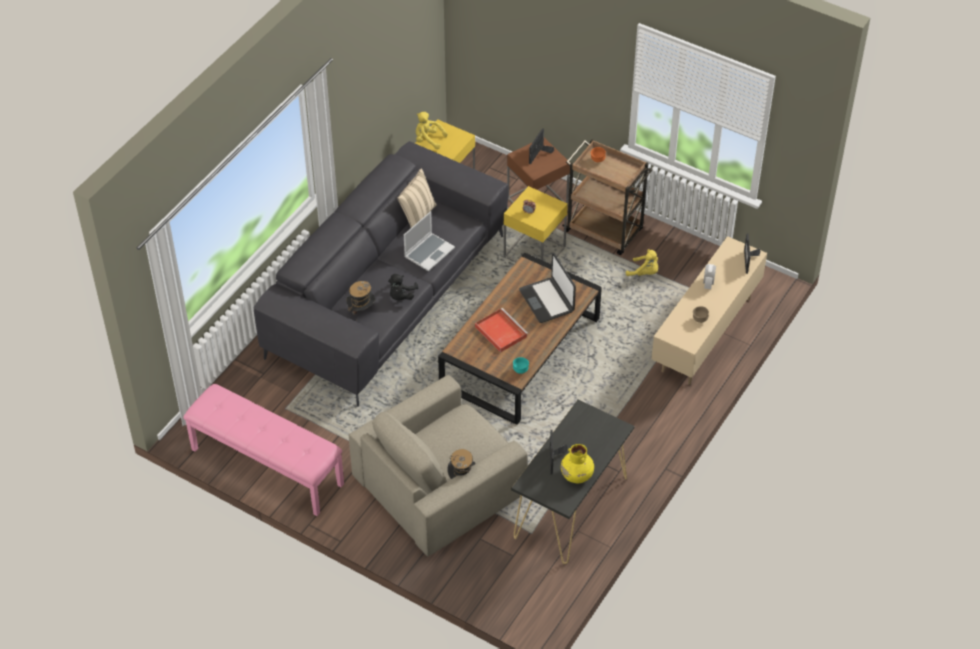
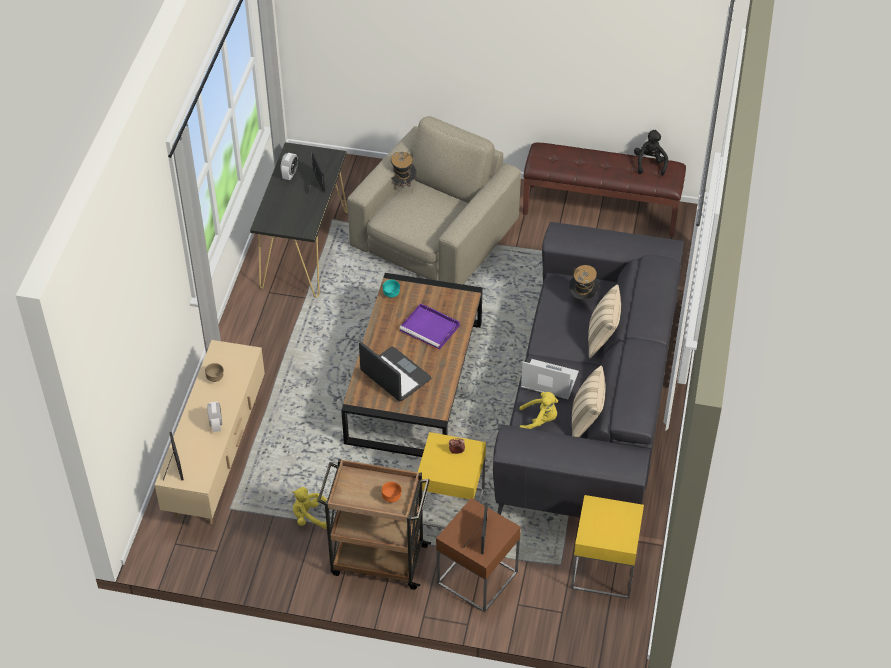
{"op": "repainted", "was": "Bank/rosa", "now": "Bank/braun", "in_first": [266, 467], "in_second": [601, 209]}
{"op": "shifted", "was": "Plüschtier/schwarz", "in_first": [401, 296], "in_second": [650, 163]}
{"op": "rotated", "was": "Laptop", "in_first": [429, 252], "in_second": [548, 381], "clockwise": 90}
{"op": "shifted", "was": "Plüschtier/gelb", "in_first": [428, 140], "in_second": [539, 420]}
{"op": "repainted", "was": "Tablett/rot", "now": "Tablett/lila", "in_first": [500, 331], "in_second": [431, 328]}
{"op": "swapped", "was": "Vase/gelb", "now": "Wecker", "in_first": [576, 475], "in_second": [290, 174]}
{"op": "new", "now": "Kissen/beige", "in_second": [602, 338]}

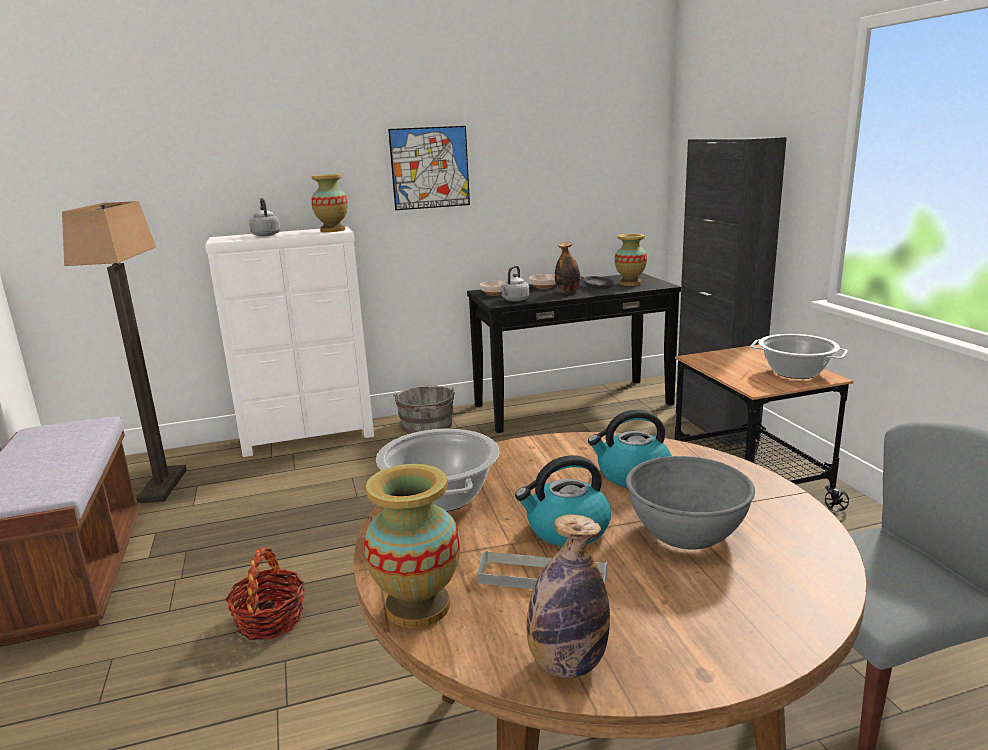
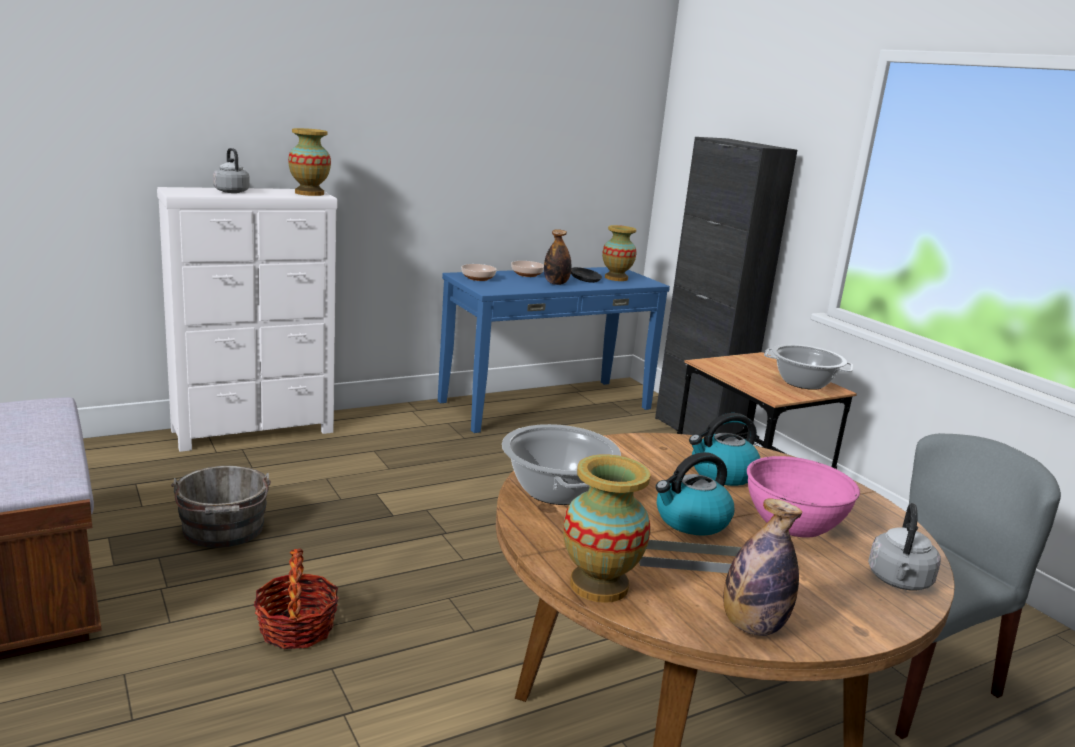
{"op": "gone", "was": "Stehlampe", "in_first": [163, 486]}
{"op": "gone", "was": "Bild", "in_first": [430, 168]}
{"op": "shifted", "was": "Eimer/grau", "in_first": [427, 426], "in_second": [223, 531]}
{"op": "repainted", "was": "Konsolentisch/schwarz", "now": "Konsolentisch/blau", "in_first": [572, 404], "in_second": [545, 405]}
{"op": "shifted", "was": "Wasserkessel/grau", "in_first": [514, 300], "in_second": [899, 581]}
{"op": "repainted", "was": "Schüssel/grau", "now": "Schüssel/rosa", "in_first": [686, 531], "in_second": [793, 523]}

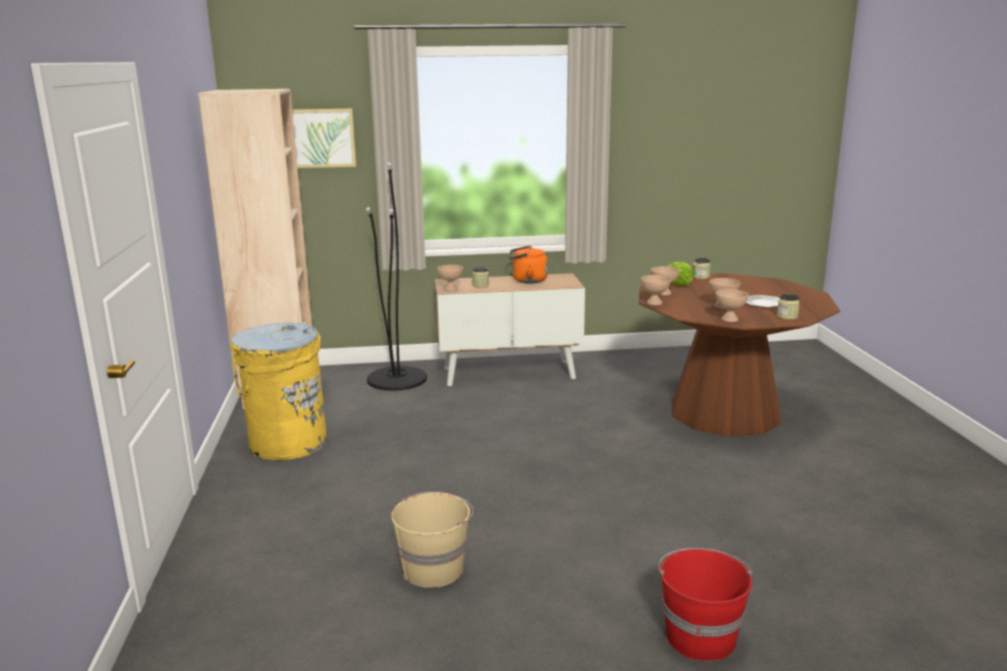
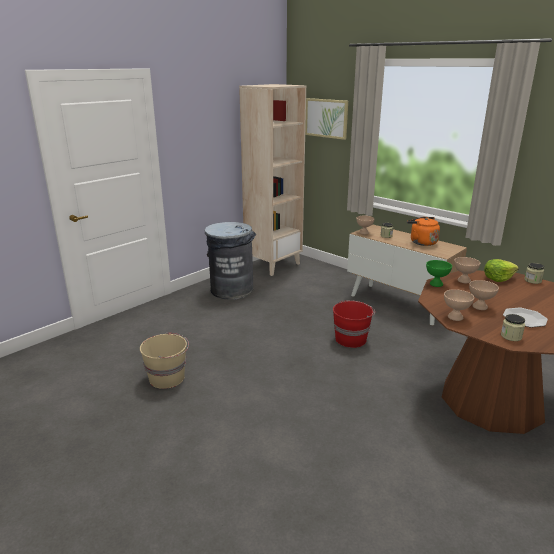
{"op": "repainted", "was": "Mülleimer/gelb", "now": "Mülleimer/grau", "in_first": [287, 443], "in_second": [232, 290]}
{"op": "gone", "was": "Stehlampe/schwarz", "in_first": [397, 379]}
{"op": "repainted", "was": "Schüssel/beige", "now": "Schüssel/grün", "in_first": [655, 303], "in_second": [436, 284]}
{"op": "shifted", "was": "Eimer/rot", "in_first": [699, 636], "in_second": [351, 339]}

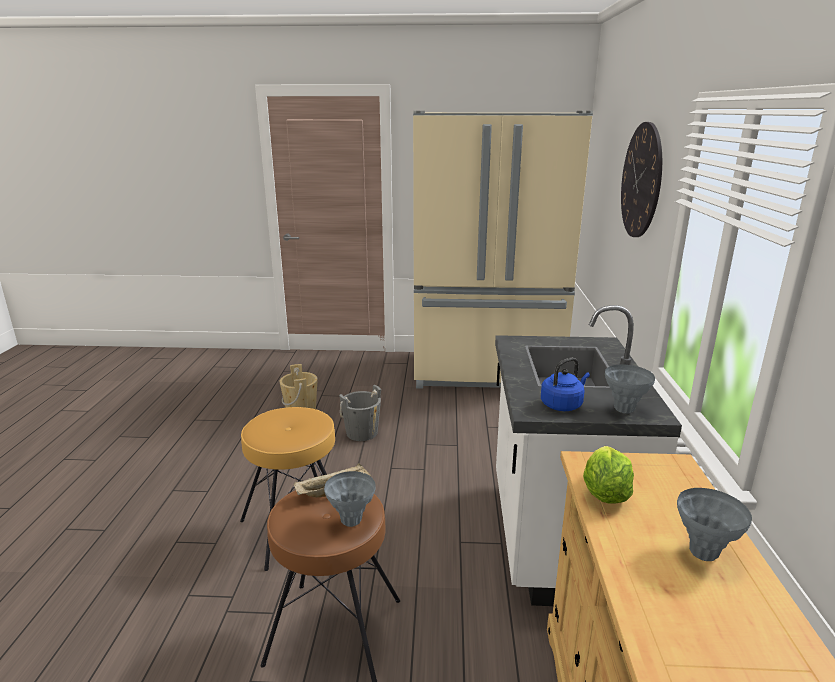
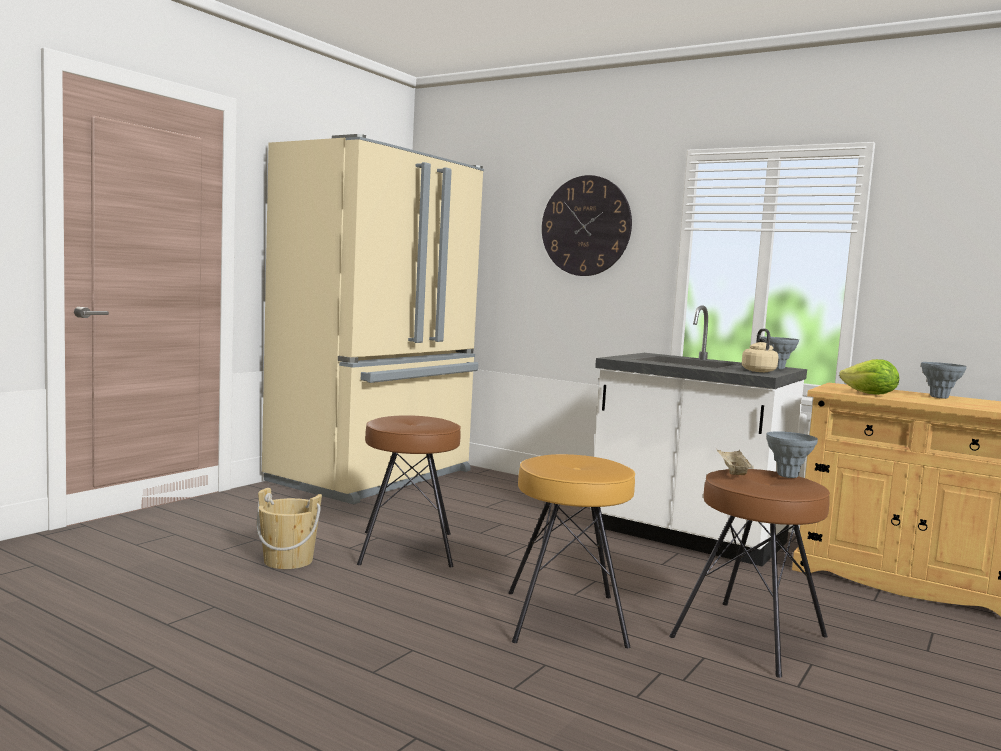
{"op": "swapped", "was": "Eimer/grau", "now": "Hocker/braun", "in_first": [362, 433], "in_second": [407, 548]}
{"op": "repainted", "was": "Wasserkessel/blau", "now": "Wasserkessel/beige", "in_first": [563, 404], "in_second": [758, 371]}

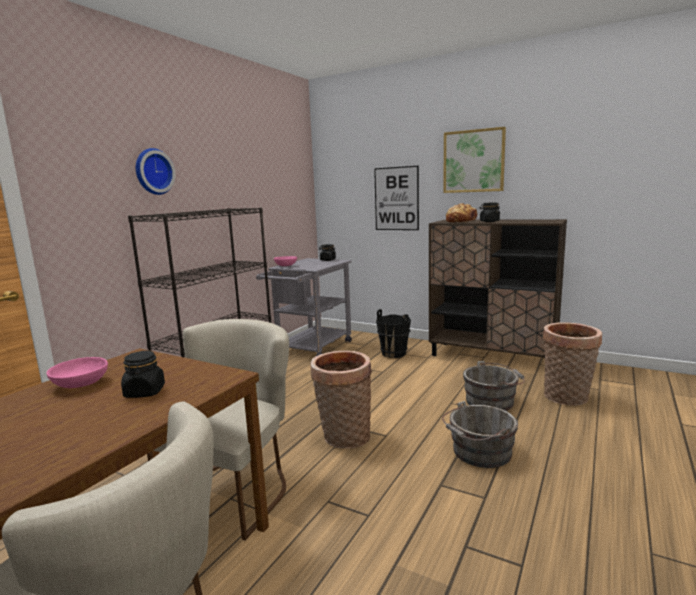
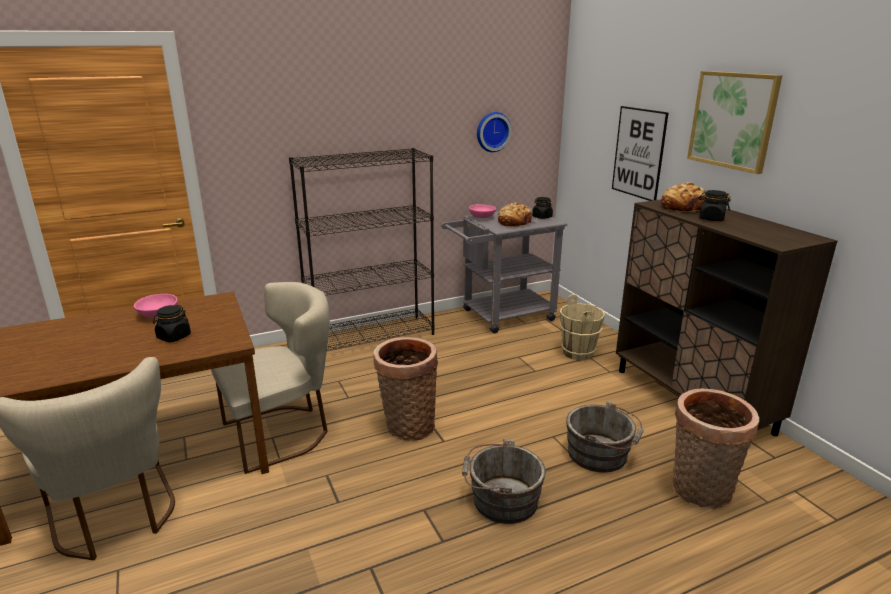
{"op": "shifted", "was": "Wanduhr", "in_first": [153, 172], "in_second": [492, 131]}
{"op": "repainted", "was": "Eimer/schwarz", "now": "Eimer/beige", "in_first": [394, 353], "in_second": [578, 353]}
{"op": "new", "now": "Brot", "in_second": [514, 222]}

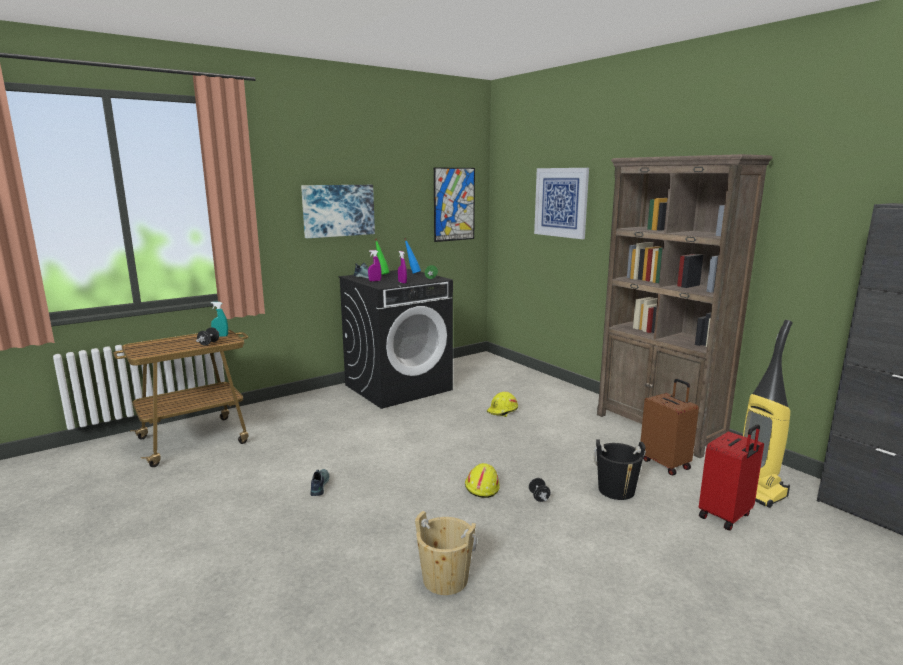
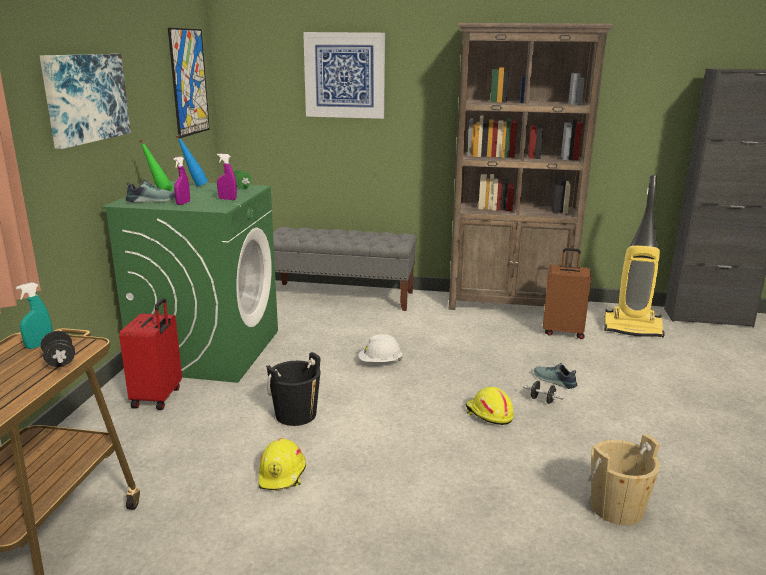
{"op": "shifted", "was": "Schuh", "in_first": [318, 486], "in_second": [554, 381]}
{"op": "repainted", "was": "Waschmaschine/schwarz", "now": "Waschmaschine/grün", "in_first": [398, 387], "in_second": [208, 350]}
{"op": "shifted", "was": "Schutzhelm/gelb", "in_first": [503, 411], "in_second": [282, 474]}
{"op": "shifted", "was": "Eimer/schwarz", "in_first": [616, 490], "in_second": [296, 415]}
{"op": "shifted", "was": "Koffer/rot", "in_first": [726, 516], "in_second": [158, 397]}
{"op": "new", "now": "Bank/grau", "in_second": [342, 296]}
{"op": "new", "now": "Schutzhelm/weiß", "in_second": [380, 363]}

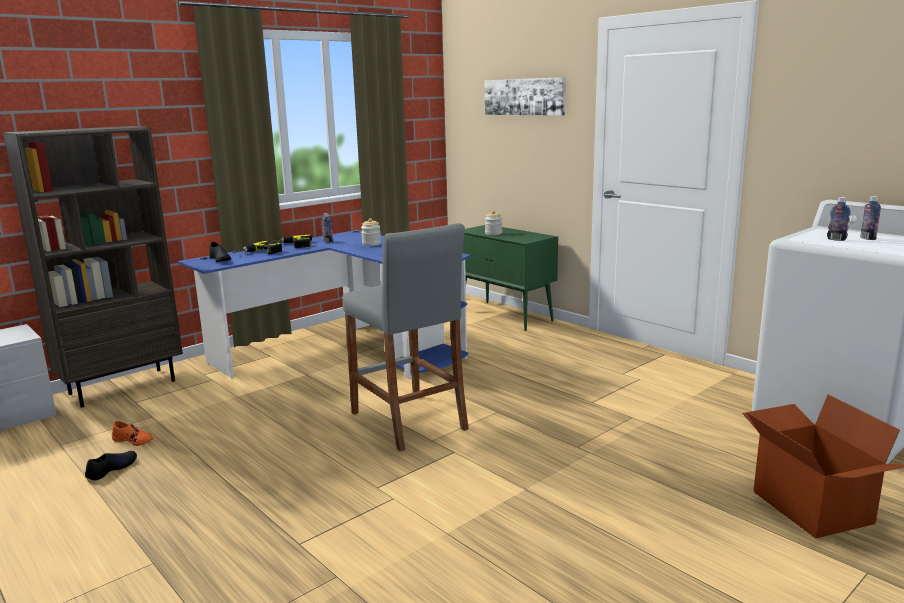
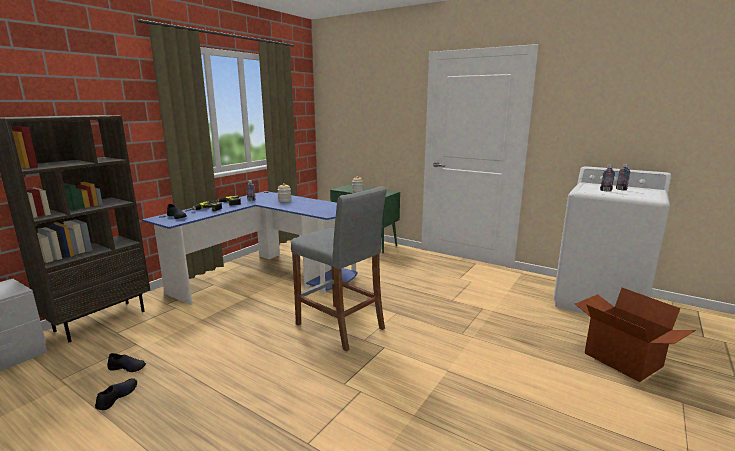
{"op": "repainted", "was": "Schuh/orange", "now": "Schuh/schwarz", "in_first": [134, 440], "in_second": [128, 367]}
{"op": "gone", "was": "Bild", "in_first": [524, 97]}

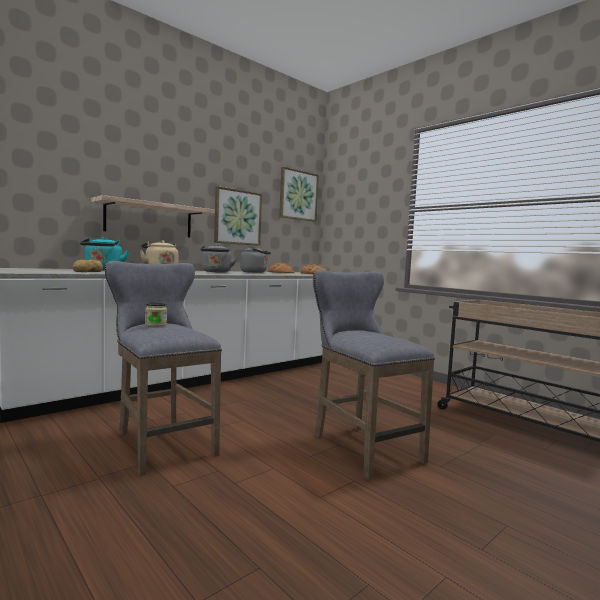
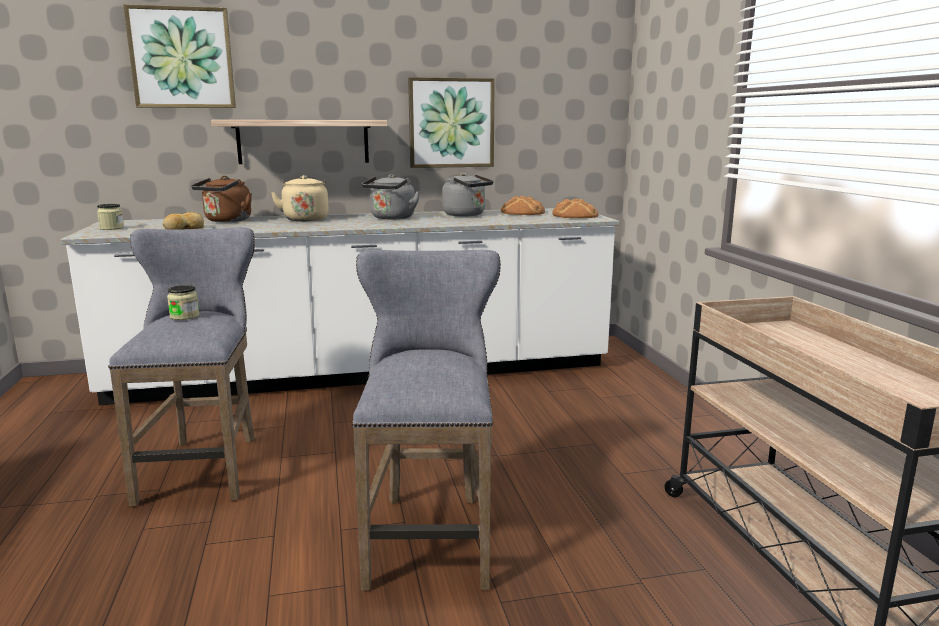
{"op": "repainted", "was": "Wasserkessel/türkis", "now": "Wasserkessel/braun", "in_first": [103, 270], "in_second": [226, 221]}
{"op": "shifted", "was": "Bild", "in_first": [298, 195], "in_second": [182, 58]}
{"op": "new", "now": "Vorratsglas", "in_second": [112, 228]}

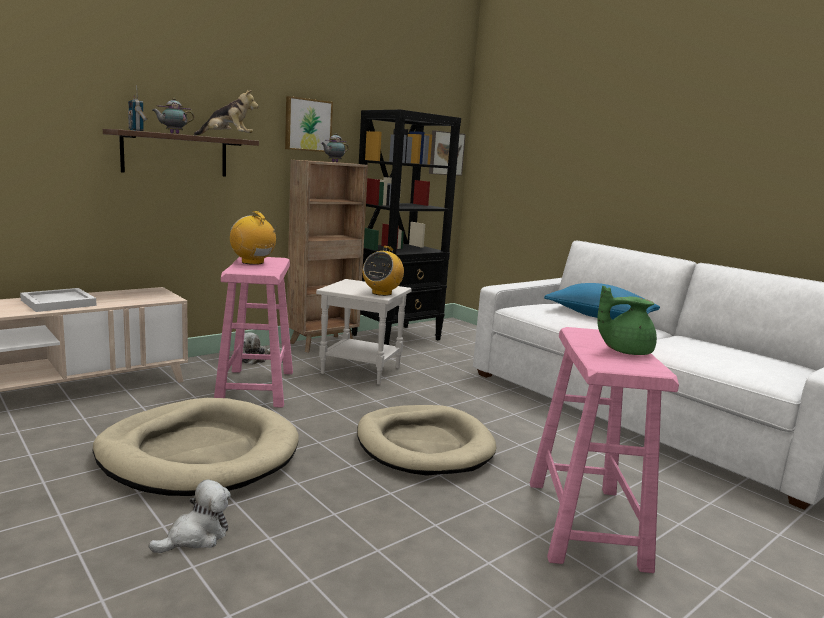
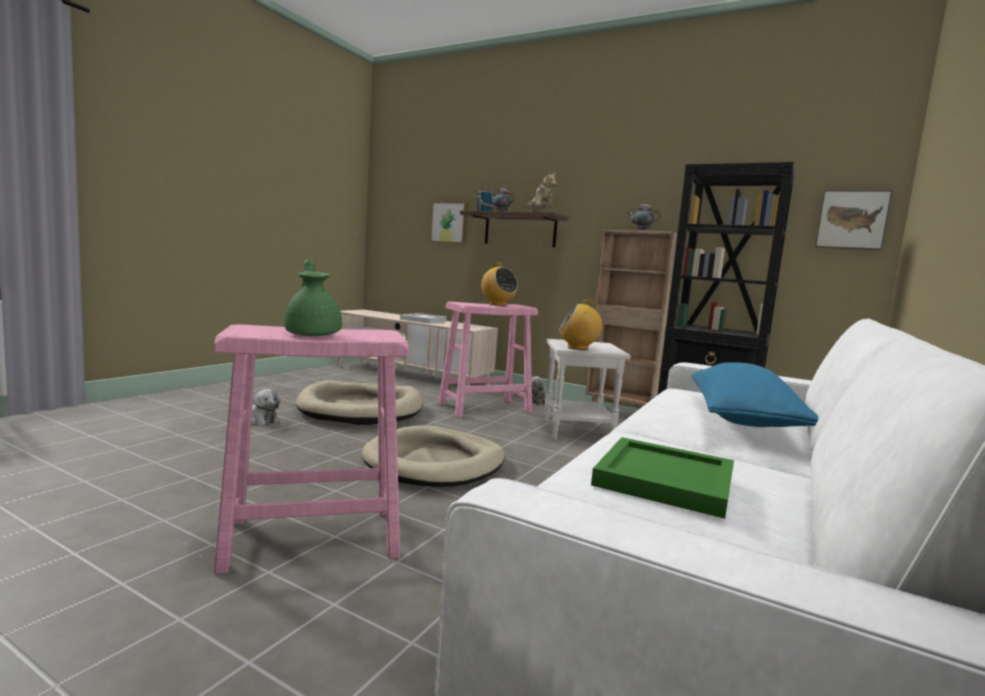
{"op": "rotated", "was": "Radio", "in_first": [253, 262], "in_second": [497, 304], "clockwise": 120}
{"op": "shifted", "was": "Bild", "in_first": [307, 125], "in_second": [450, 222]}
{"op": "new", "now": "Tablett/grün", "in_second": [667, 480]}

